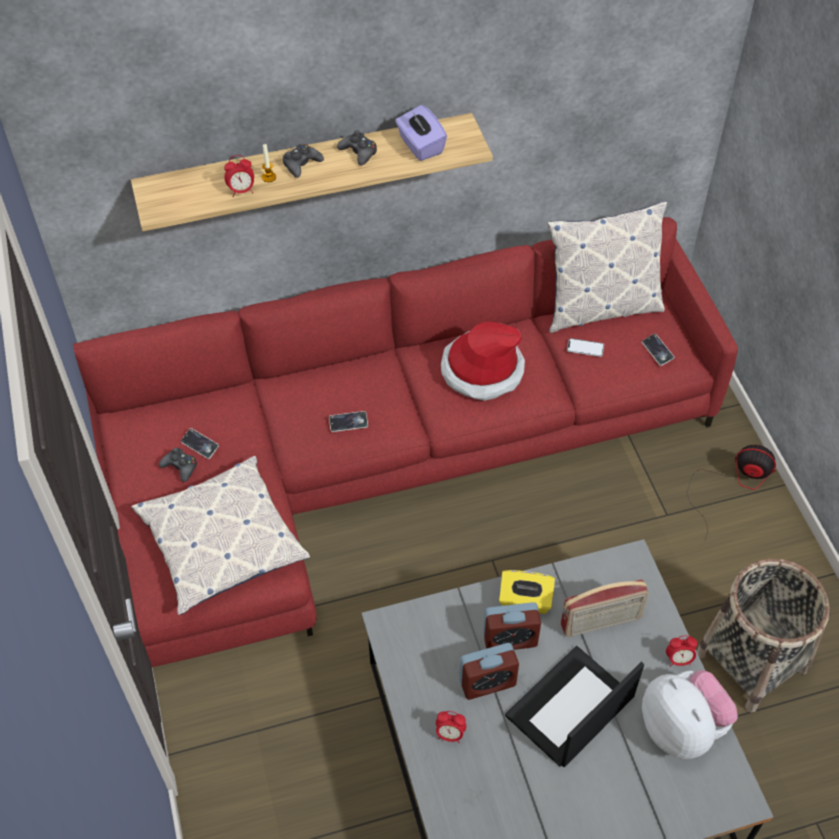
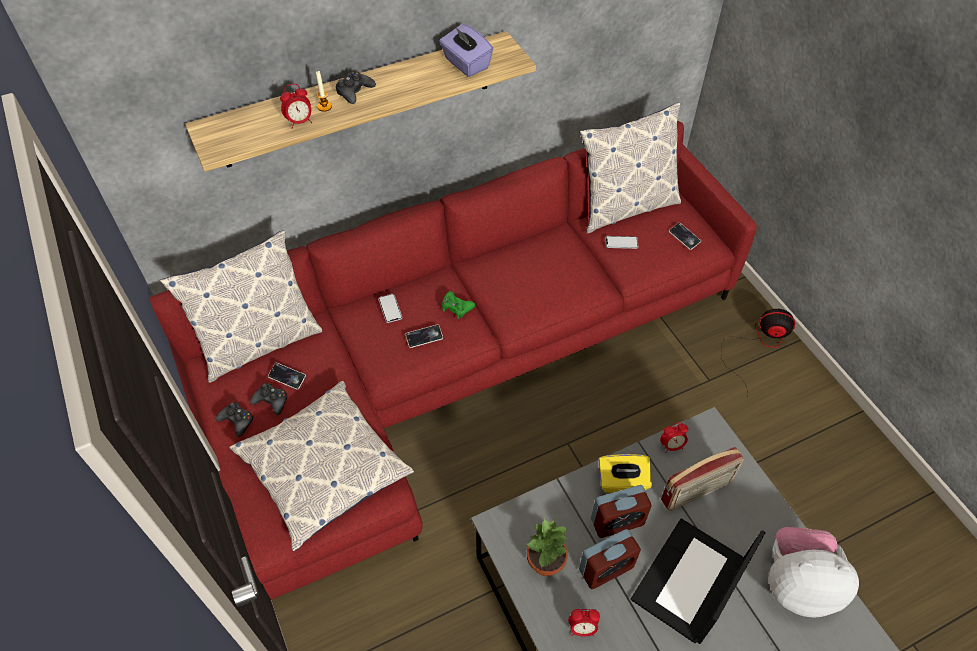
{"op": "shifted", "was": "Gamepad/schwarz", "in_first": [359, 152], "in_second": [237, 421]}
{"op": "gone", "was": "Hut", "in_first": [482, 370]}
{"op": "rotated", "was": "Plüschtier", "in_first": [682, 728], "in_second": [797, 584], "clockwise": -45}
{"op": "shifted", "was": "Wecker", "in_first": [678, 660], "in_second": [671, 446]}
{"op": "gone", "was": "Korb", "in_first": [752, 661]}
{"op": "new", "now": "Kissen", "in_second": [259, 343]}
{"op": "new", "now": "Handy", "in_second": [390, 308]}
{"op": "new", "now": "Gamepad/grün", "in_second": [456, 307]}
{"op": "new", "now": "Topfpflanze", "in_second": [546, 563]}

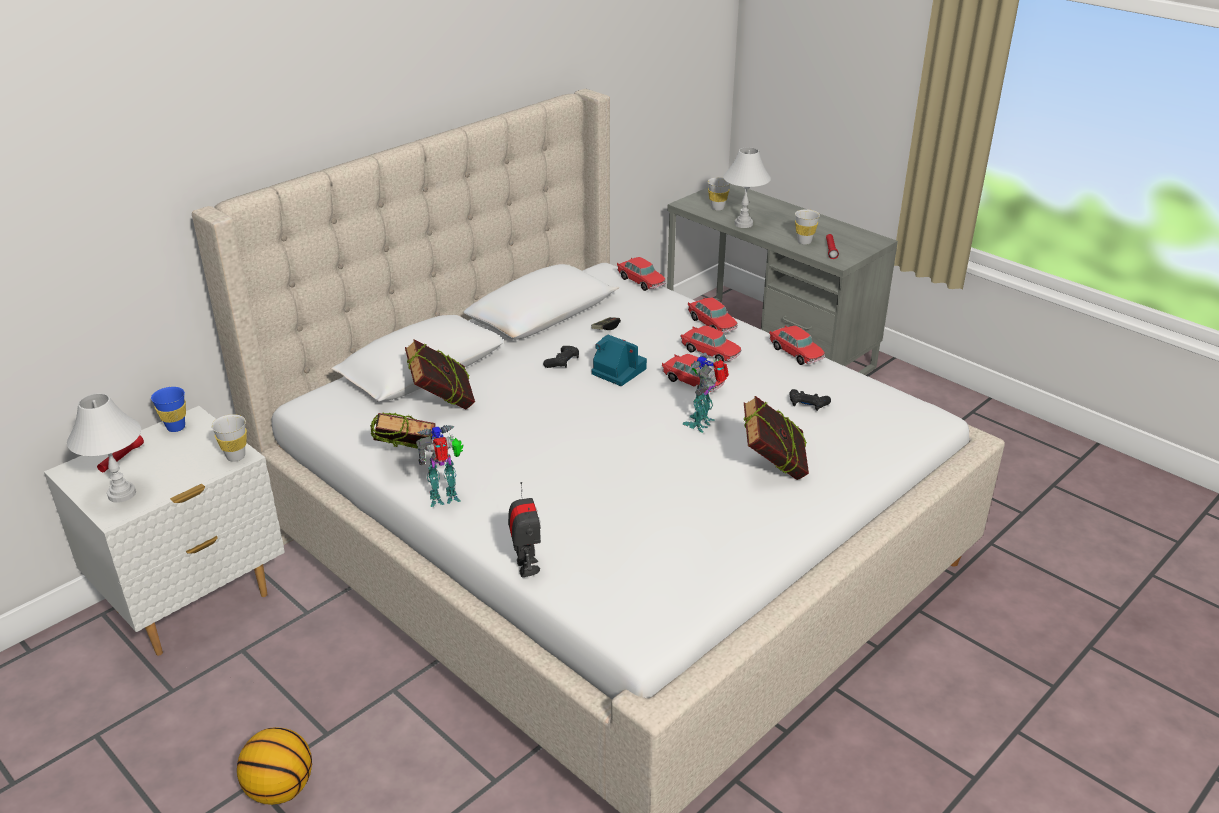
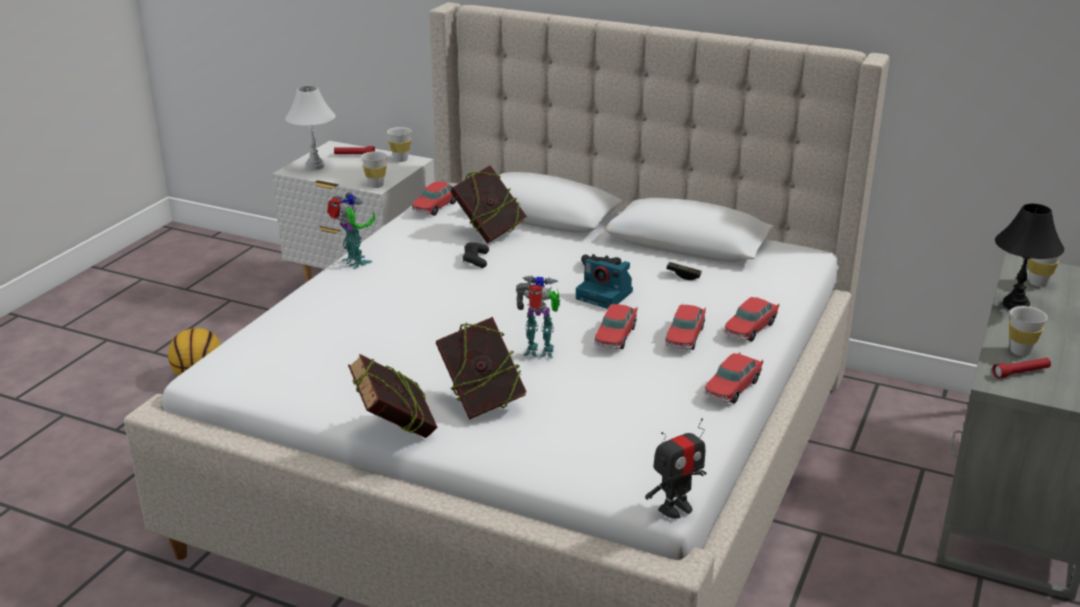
{"op": "repainted", "was": "Tasse/blau", "now": "Tasse/weiß", "in_first": [176, 427], "in_second": [400, 159]}
{"op": "shifted", "was": "Buch", "in_first": [407, 462], "in_second": [395, 432]}
{"op": "shifted", "was": "Spielzeugroboter", "in_first": [526, 566], "in_second": [675, 508]}
{"op": "rotated", "was": "Kamera", "in_first": [617, 371], "in_second": [605, 295], "clockwise": 105}
{"op": "shifted", "was": "Spielzeugauto", "in_first": [641, 281], "in_second": [435, 207]}
{"op": "repainted", "was": "Tischlampe/weiß", "now": "Tischlampe/schwarz", "in_first": [744, 224], "in_second": [1016, 305]}
{"op": "shifted", "was": "Gamepad/schwarz", "in_first": [807, 405], "in_second": [476, 260]}

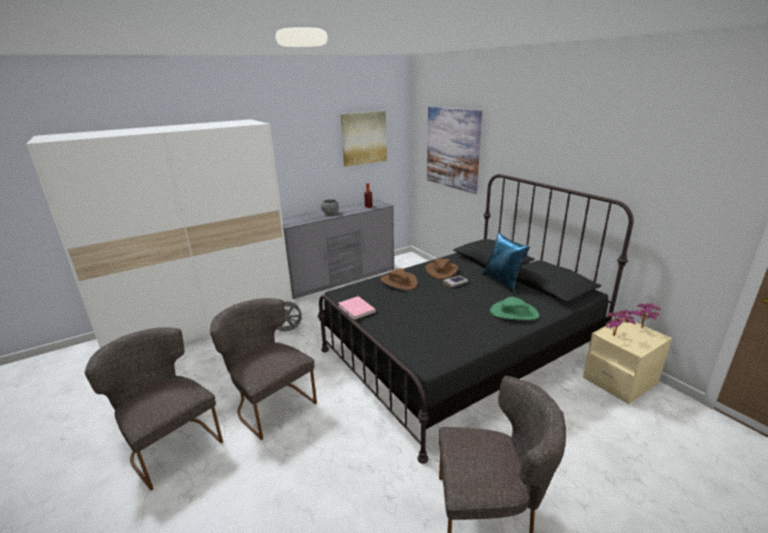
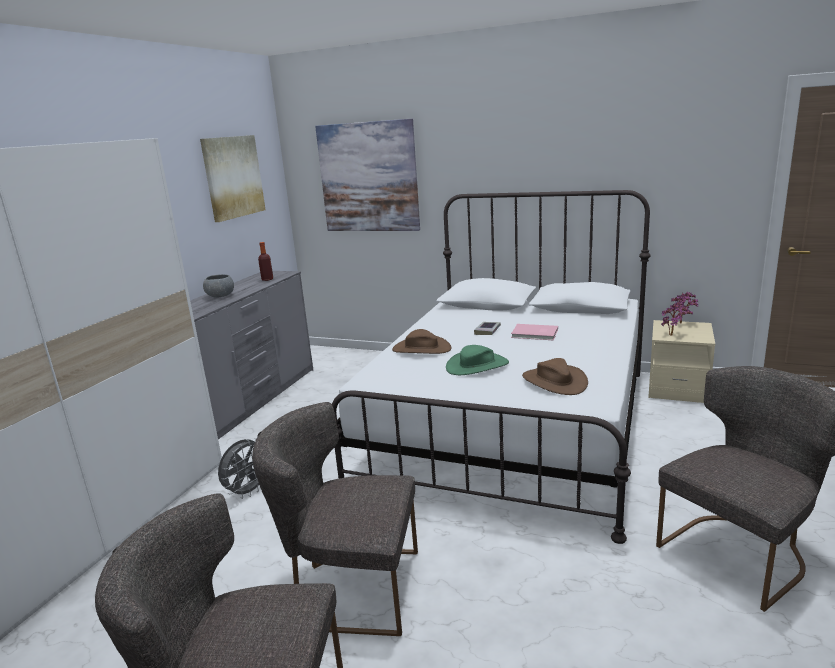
{"op": "repainted", "was": "Bett/schwarz", "now": "Bett/weiß", "in_first": [460, 353], "in_second": [512, 424]}
{"op": "shifted", "was": "Buch/rosa", "in_first": [356, 309], "in_second": [535, 334]}
{"op": "shifted", "was": "Hut/braun", "in_first": [441, 270], "in_second": [554, 381]}
{"op": "gone", "was": "Kissen/blau", "in_first": [503, 281]}
{"op": "shifted", "was": "Hut/grün", "in_first": [514, 313], "in_second": [477, 366]}

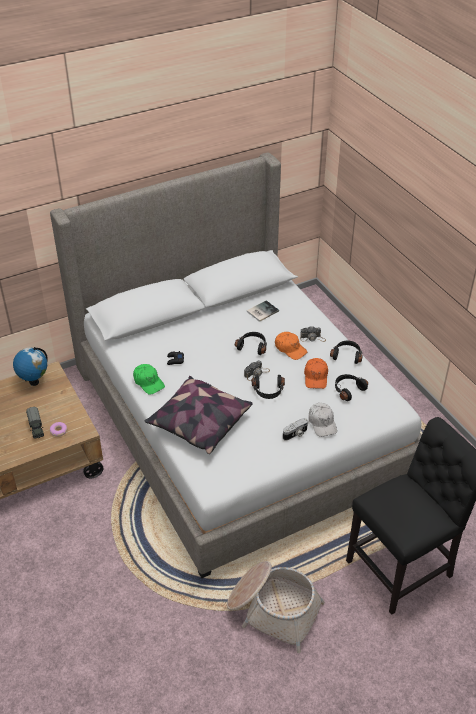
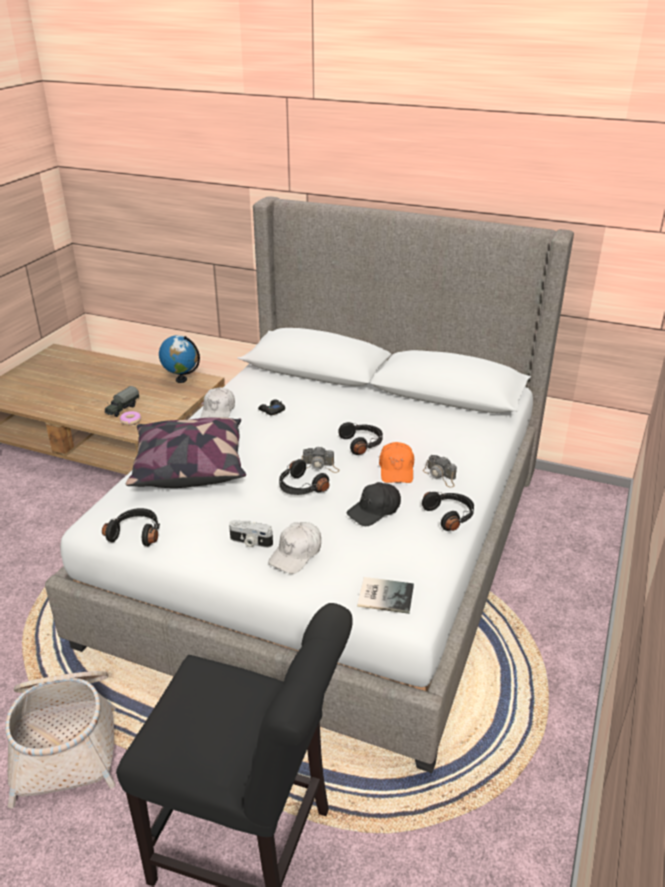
{"op": "repainted", "was": "Kappe/grün", "now": "Kappe/weiß", "in_first": [148, 382], "in_second": [218, 412]}
{"op": "shifted", "was": "Buch", "in_first": [261, 311], "in_second": [384, 595]}
{"op": "repainted", "was": "Kappe/orange", "now": "Kappe/schwarz", "in_first": [316, 377], "in_second": [374, 511]}
{"op": "shifted", "was": "Kopfhörer/schwarz", "in_first": [348, 390], "in_second": [136, 533]}

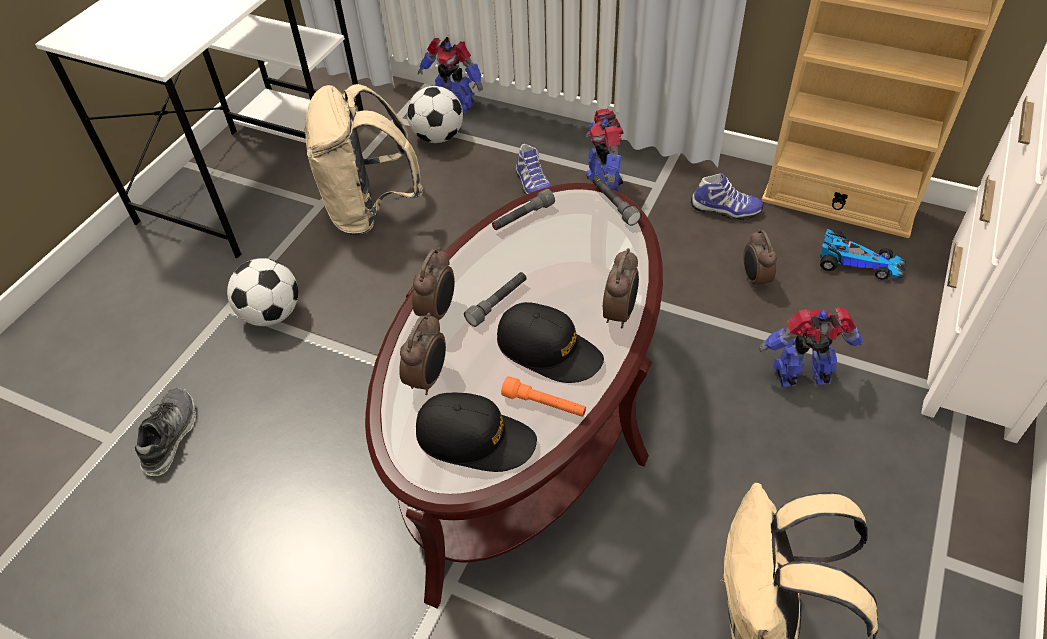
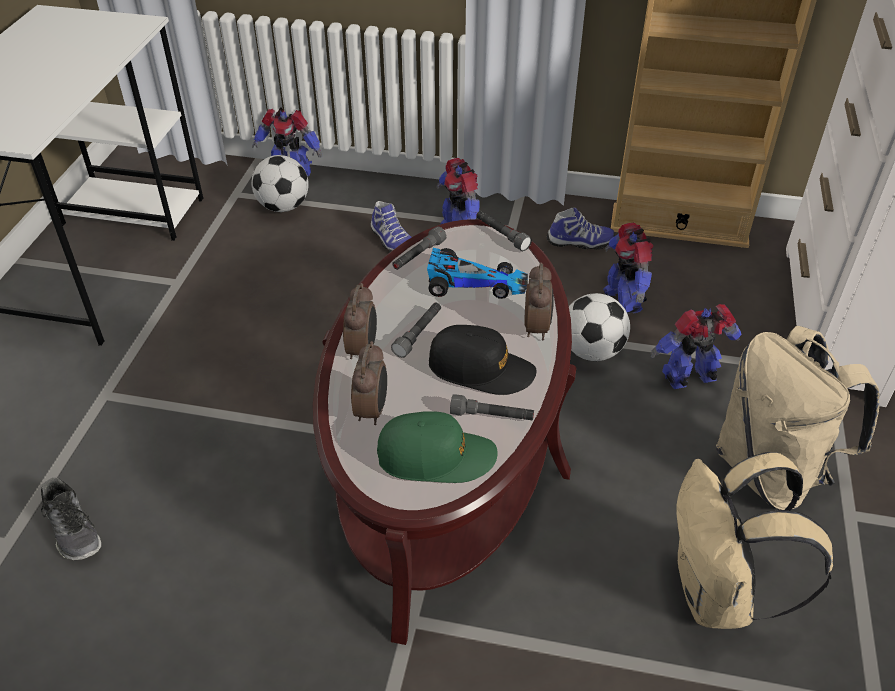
{"op": "rotated", "was": "Schuh", "in_first": [170, 436], "in_second": [74, 529], "clockwise": 150}
{"op": "shifted", "was": "Fußball", "in_first": [271, 314], "in_second": [591, 351]}
{"op": "shifted", "was": "Rucksack/beige", "in_first": [370, 211], "in_second": [771, 471]}
{"op": "repainted", "was": "Kappe/schwarz", "now": "Kappe/grün", "in_first": [475, 439], "in_second": [436, 456]}
{"op": "repainted", "was": "Taschenlampe/orange", "now": "Taschenlampe/grau", "in_first": [544, 404], "in_second": [492, 416]}
{"op": "swapped", "was": "Wecker", "now": "Spielzeugroboter", "in_first": [754, 279], "in_second": [623, 300]}
{"op": "shifted", "was": "Spielzeugauto", "in_first": [857, 261], "in_second": [474, 282]}

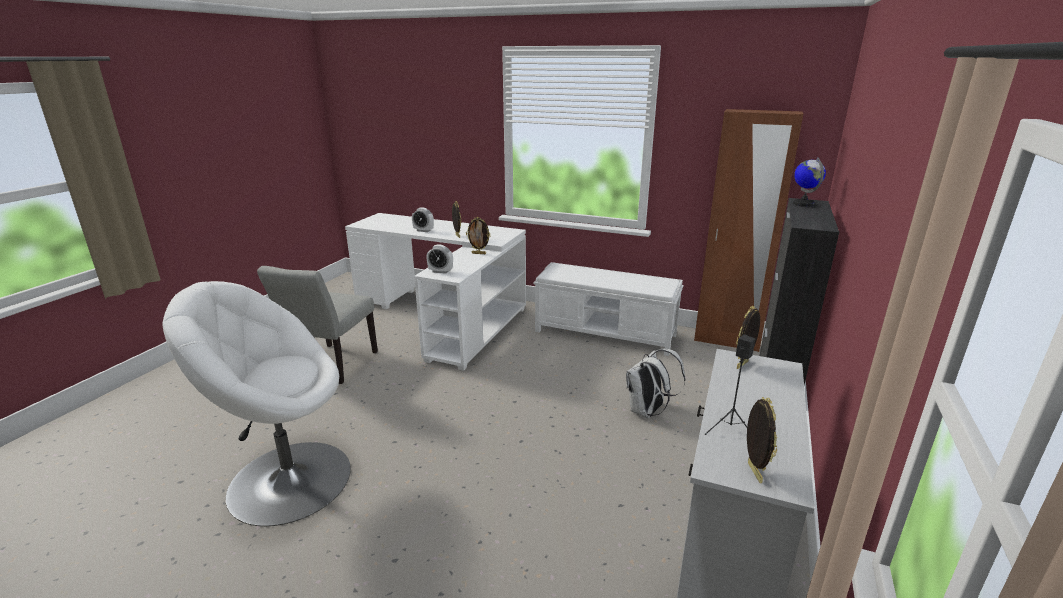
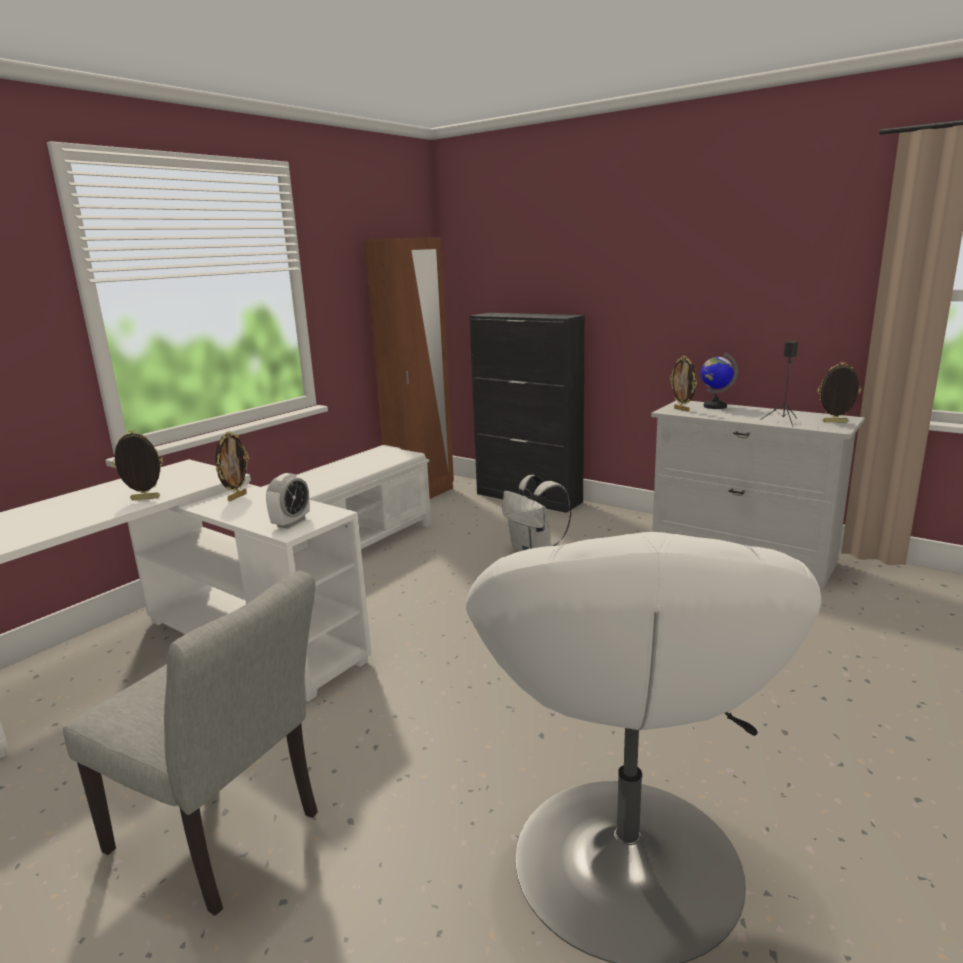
{"op": "gone", "was": "Wecker", "in_first": [423, 230]}
{"op": "shifted", "was": "Globus", "in_first": [803, 204], "in_second": [714, 406]}

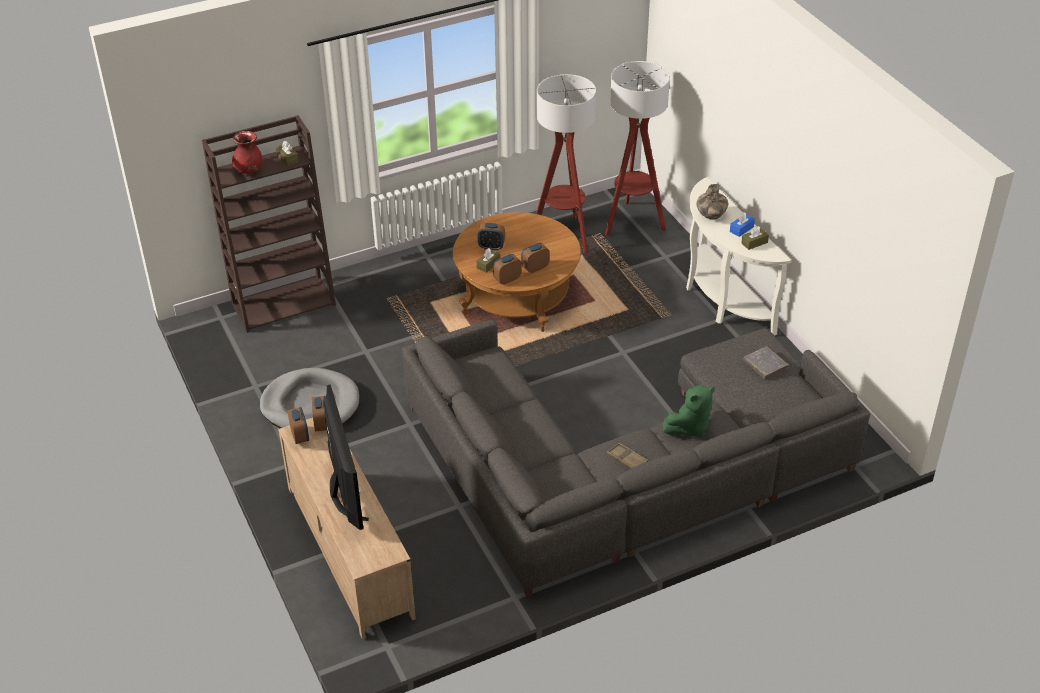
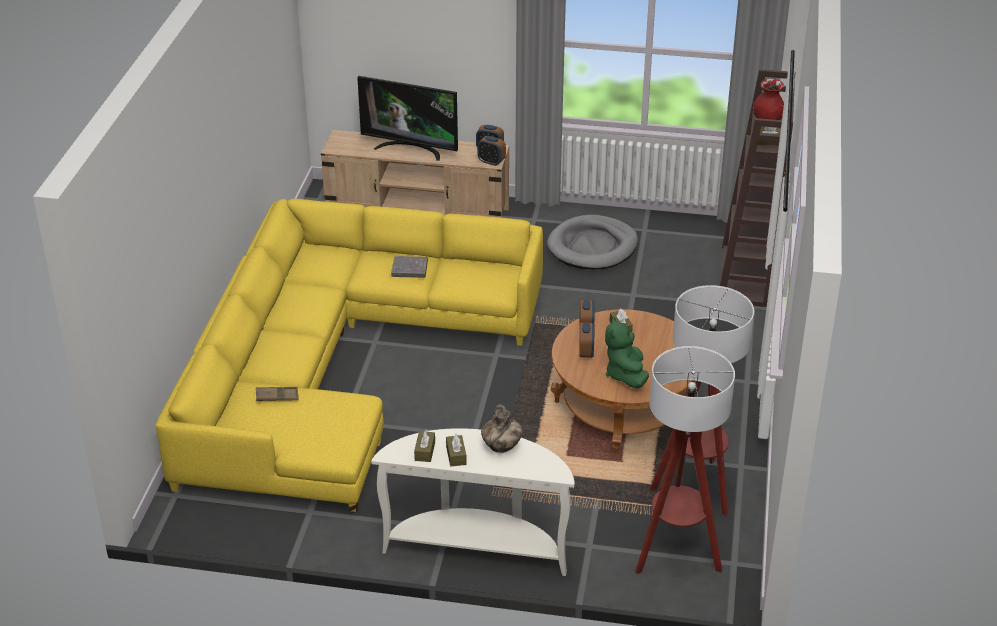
{"op": "repainted", "was": "Sofa/grau", "now": "Sofa/gelb", "in_first": [624, 469], "in_second": [336, 364]}
{"op": "gone", "was": "Wecker", "in_first": [491, 246]}
{"op": "shifted", "was": "Tablett/braun", "in_first": [627, 459], "in_second": [277, 396]}
{"op": "shifted", "was": "Plüschtier/grün", "in_first": [689, 427], "in_second": [625, 375]}
{"op": "repainted", "was": "Taschentuchbox/blau", "now": "Taschentuchbox/braun", "in_first": [741, 229], "in_second": [456, 455]}
{"op": "shifted", "was": "Buch/grau", "in_first": [765, 365], "in_second": [409, 269]}

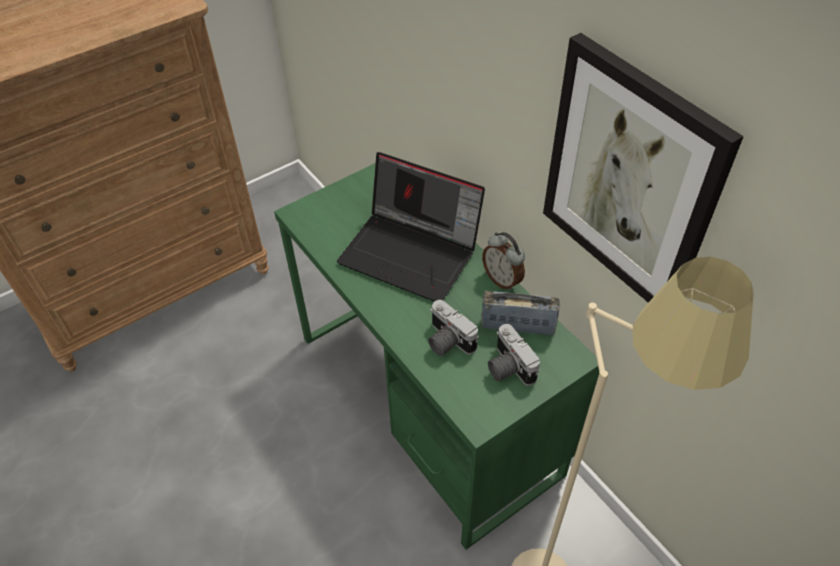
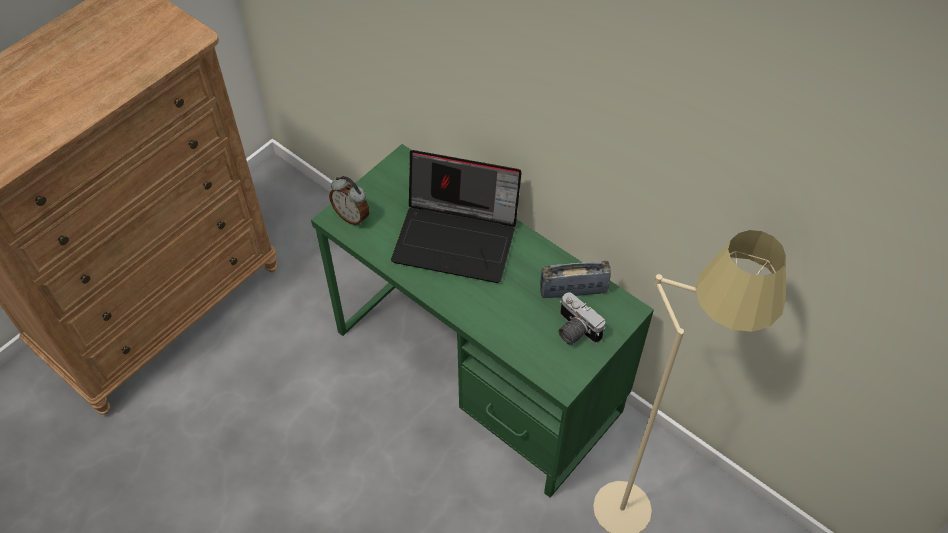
{"op": "gone", "was": "Kamera", "in_first": [446, 341]}
{"op": "shifted", "was": "Wecker", "in_first": [502, 279], "in_second": [352, 216]}
{"op": "gone", "was": "Bild", "in_first": [630, 178]}

